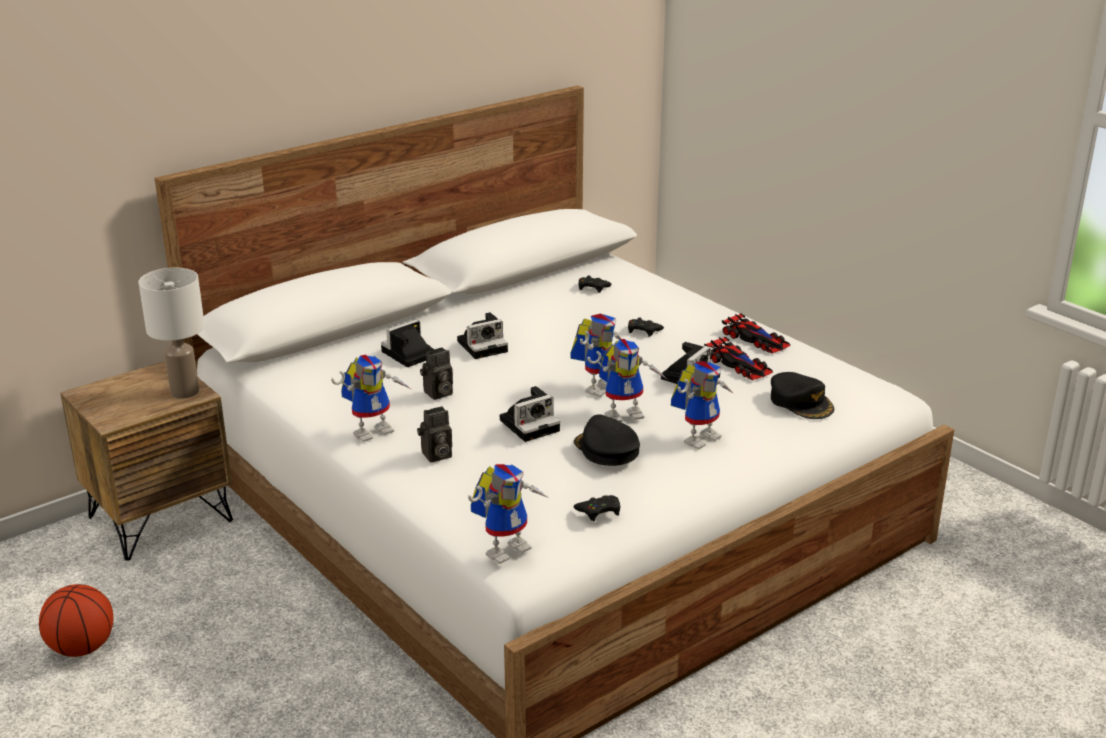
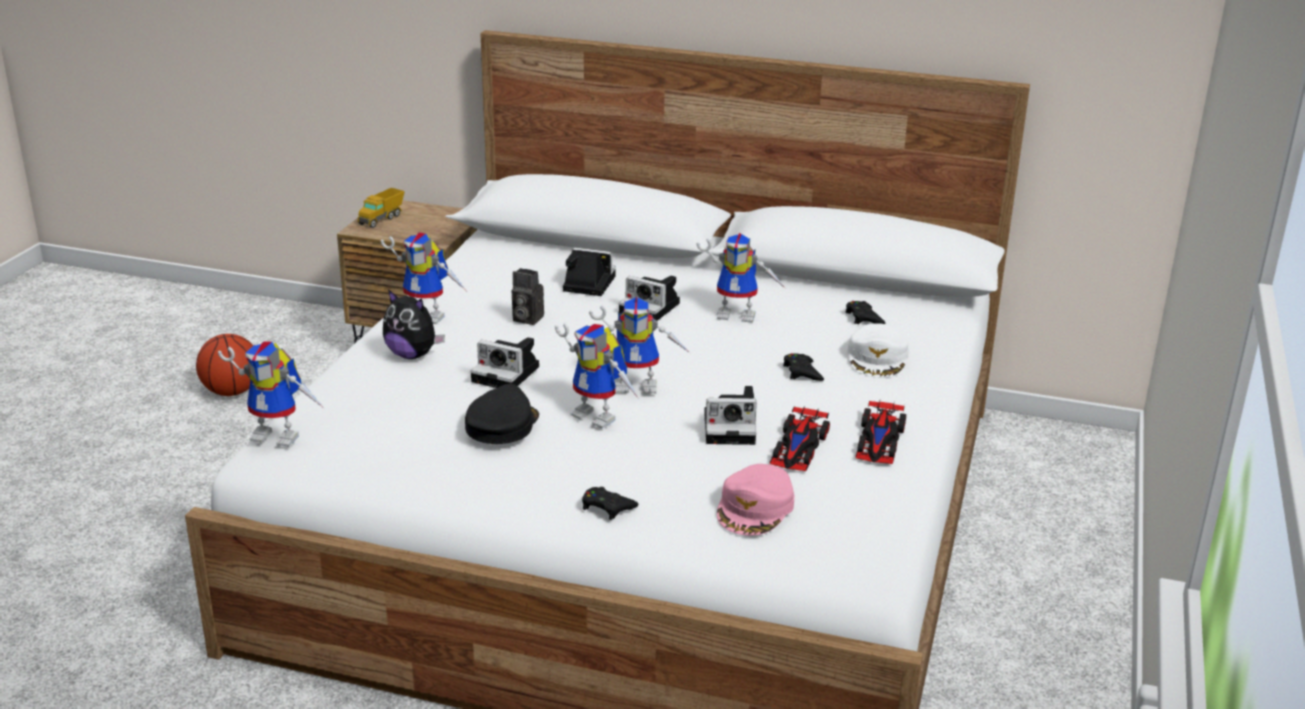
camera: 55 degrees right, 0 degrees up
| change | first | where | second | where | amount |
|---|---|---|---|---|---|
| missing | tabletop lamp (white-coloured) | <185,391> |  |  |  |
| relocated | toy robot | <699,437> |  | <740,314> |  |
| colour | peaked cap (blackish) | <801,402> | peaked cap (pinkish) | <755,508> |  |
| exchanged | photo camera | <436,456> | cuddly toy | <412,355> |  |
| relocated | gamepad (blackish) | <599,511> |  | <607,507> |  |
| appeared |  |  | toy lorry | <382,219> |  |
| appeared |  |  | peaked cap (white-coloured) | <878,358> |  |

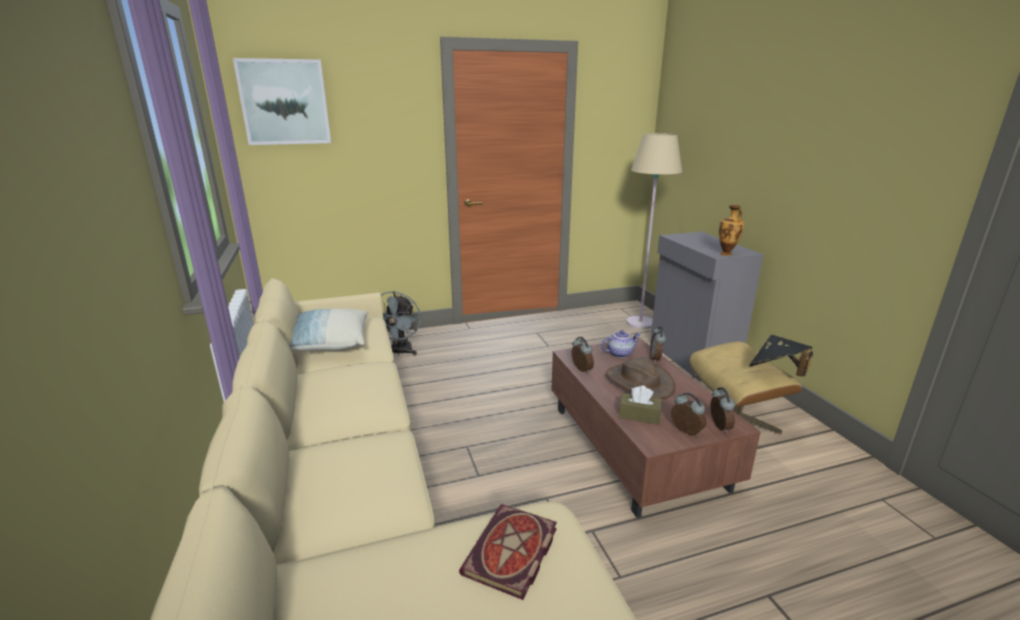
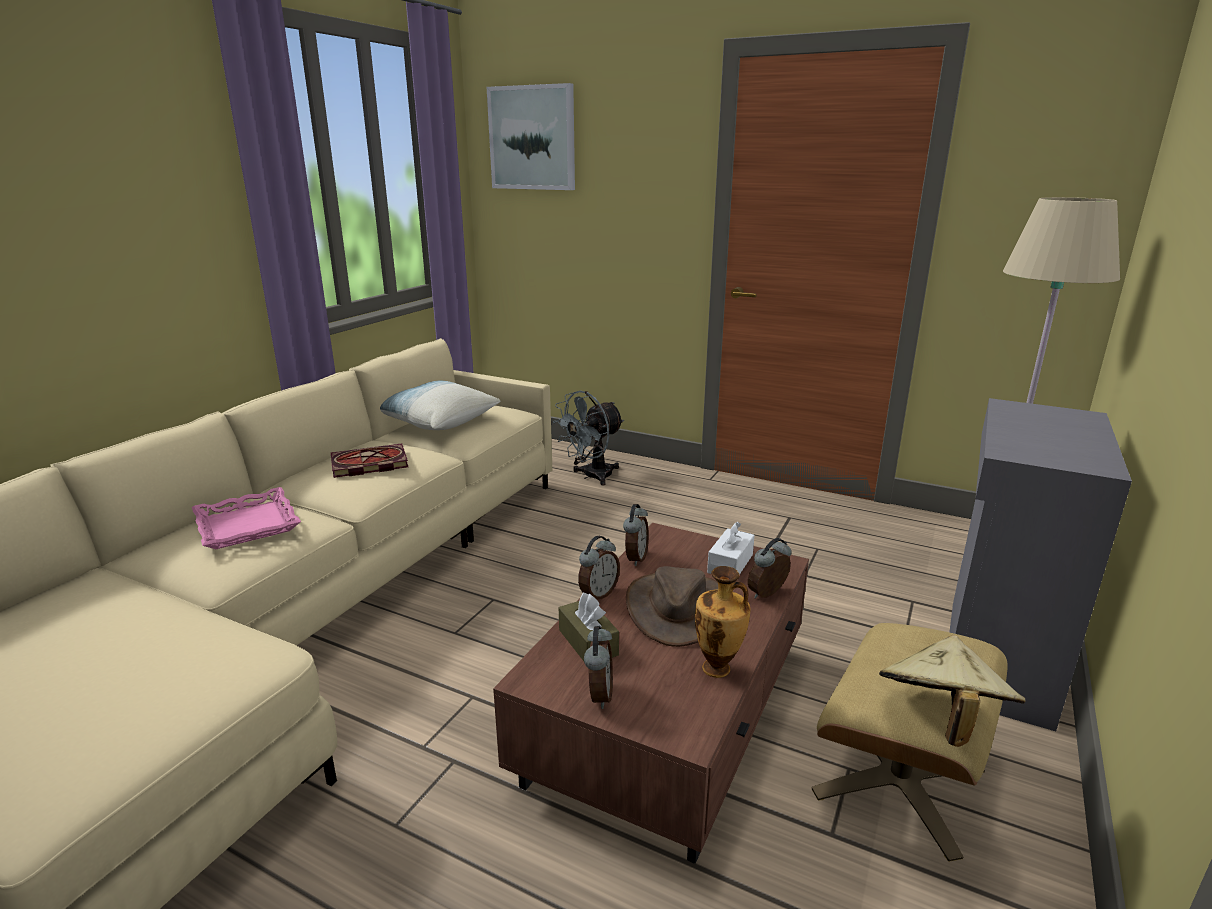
camera: 45 degrees right, 0 degrees up
| change | first | where | second | where | amount |
|---|---|---|---|---|---|
| relocated | flower vase | <726,254> |  | <718,669> |  |
| exchanged | teapot | <619,353> | tissue box (white-coloured) | <730,564> |  |
| colour | hat (blackish) | <776,373> | hat (sand-coloured) | <941,720> |  |
| relocated | bedside clock | <718,427> |  | <598,594> |  |
| relocated | volume | <511,554> |  | <367,464> |  |
| appeared |  |  | tray (pinkish) | <248,525> |  |

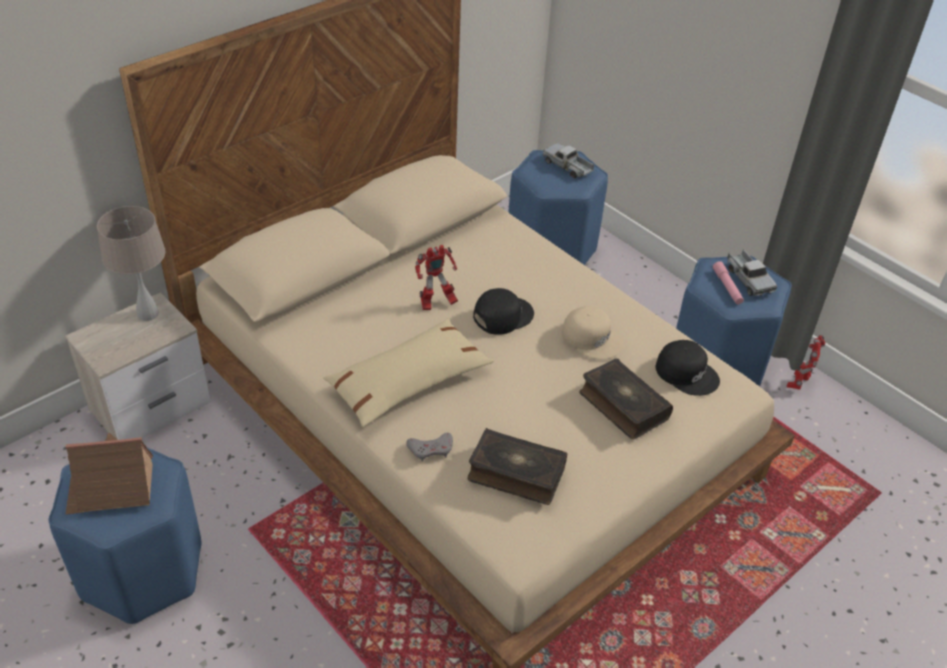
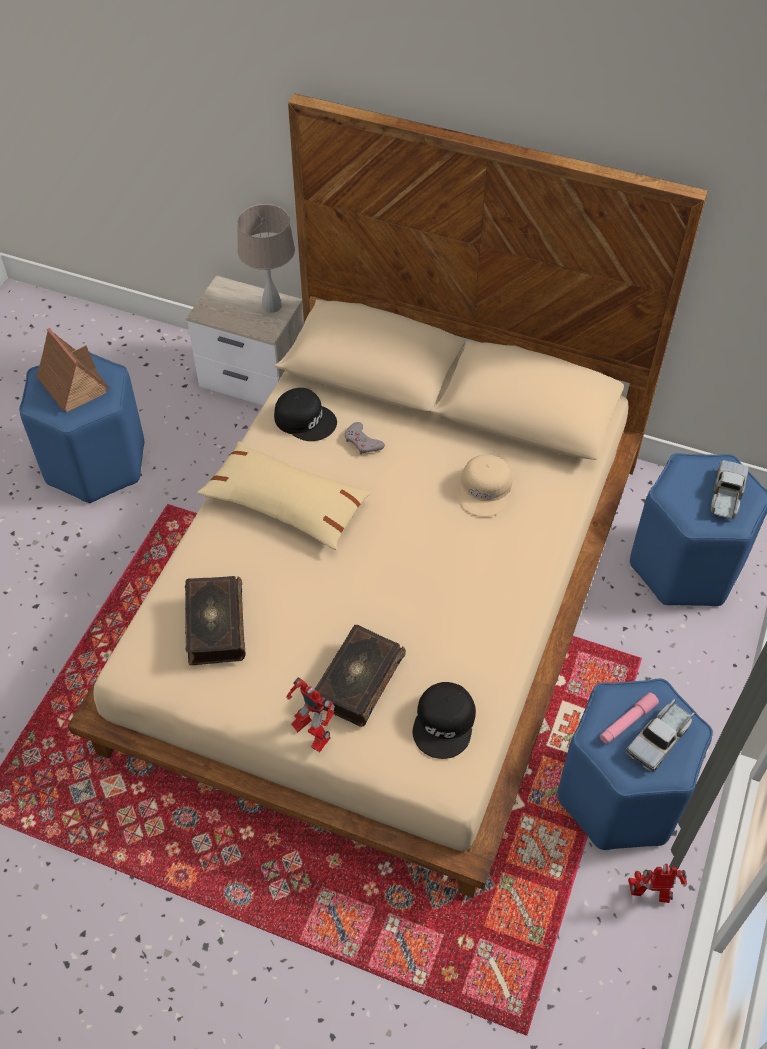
camera: 65 degrees right, 10 degrees up
| change | first | where | second | where | amount |
|---|---|---|---|---|---|
| relocated | toy robot | <436,303> |  | <311,733> |  |
| relocated | peaked cap (blackish) | <502,315> |  | <305,419> |  |
| relocated | peaked cap (sand-coloured) | <592,338> |  | <485,490> |  |
| relocated | gamepad (grey) | <431,449> |  | <363,442> |  |

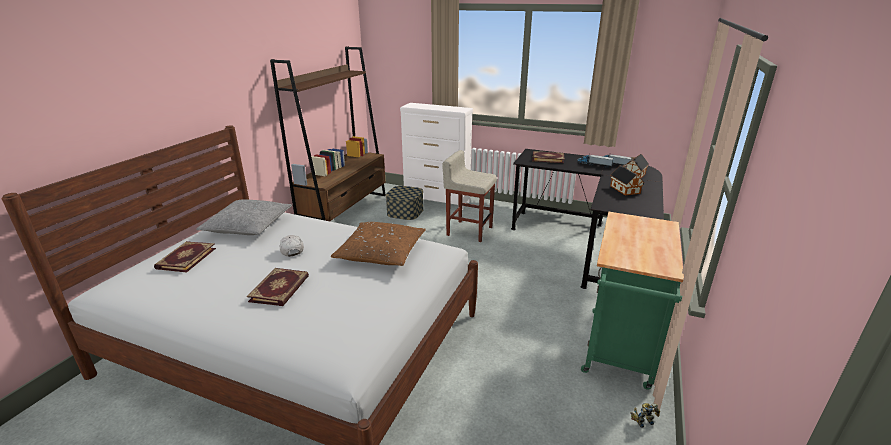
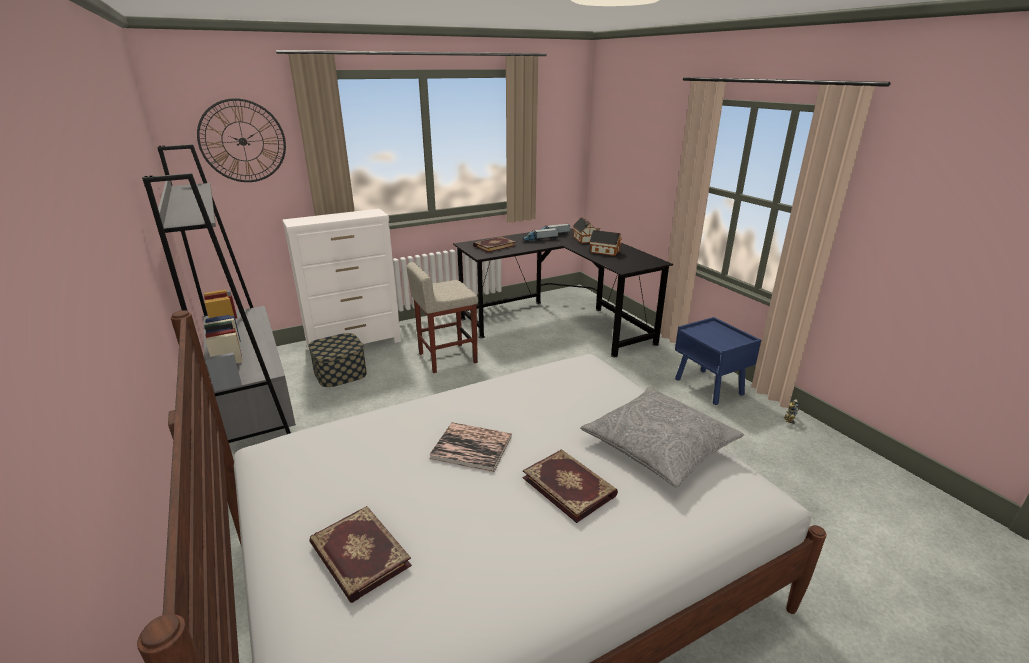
camera: 50 degrees left, 0 degrees up
| change | first | where | second | where | amount |
|---|---|---|---|---|---|
| colour | shelving unit (brown-coloured) | <345,212> | shelving unit (grey) | <256,410> |  |
| relocated | pillow (grey) | <248,226> |  | <659,445> |  |
| exchanged | cart (green) | <619,352> | bedside table (blue) | <709,387> |  |
| missing | pillow (brown-coloured) | <381,252> |  |  |  |
| exchanged | peaked cap (white-coloured) | <291,250> | volume | <471,447> |  |
| appeared |  |  | clock on the wall | <242,141> |  |

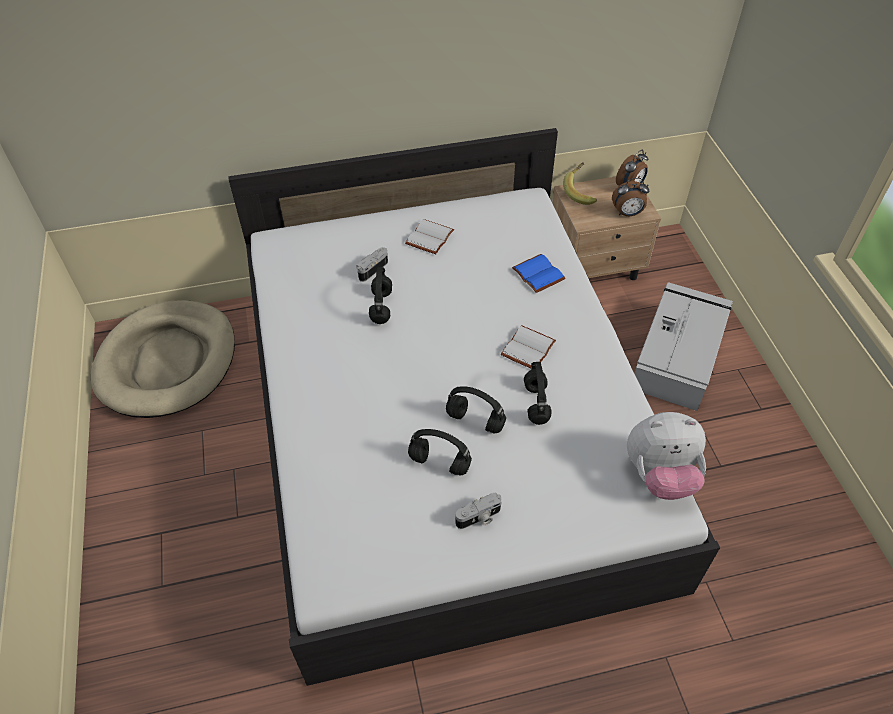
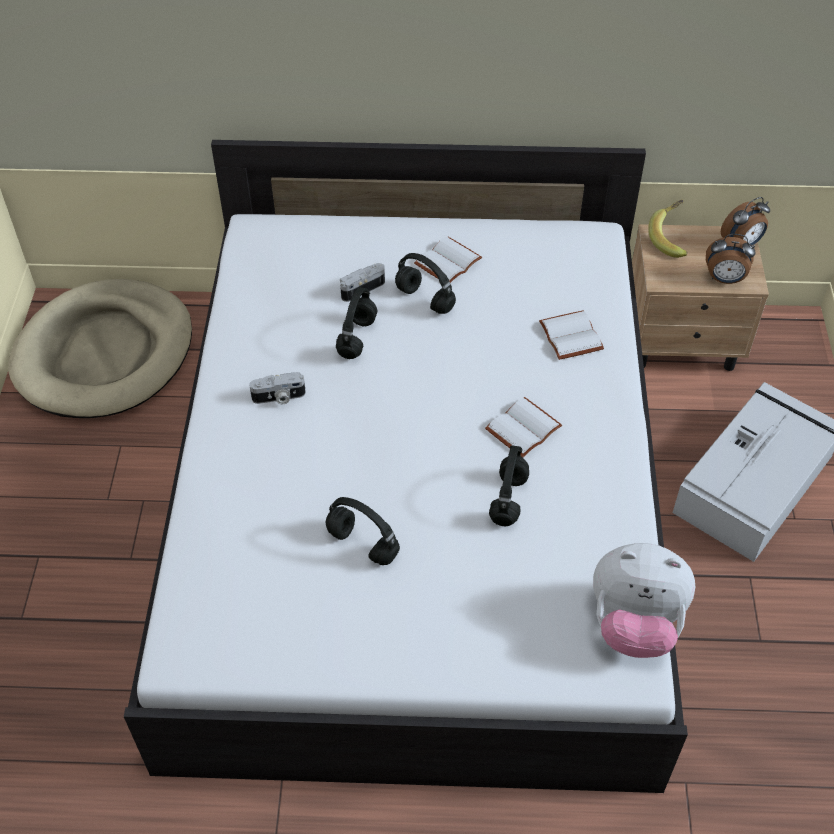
camera: 15 degrees right, 0 degrees up
| change | first | where | second | where | amount |
|---|---|---|---|---|---|
| colour | volume (blue) | <536,274> | volume (white-coloured) | <568,336> |  |
| relocated | headphones (blackish) | <476,421> |  | <426,300> |  |
| relocated | photo camera | <479,518> |  | <279,398> |  |

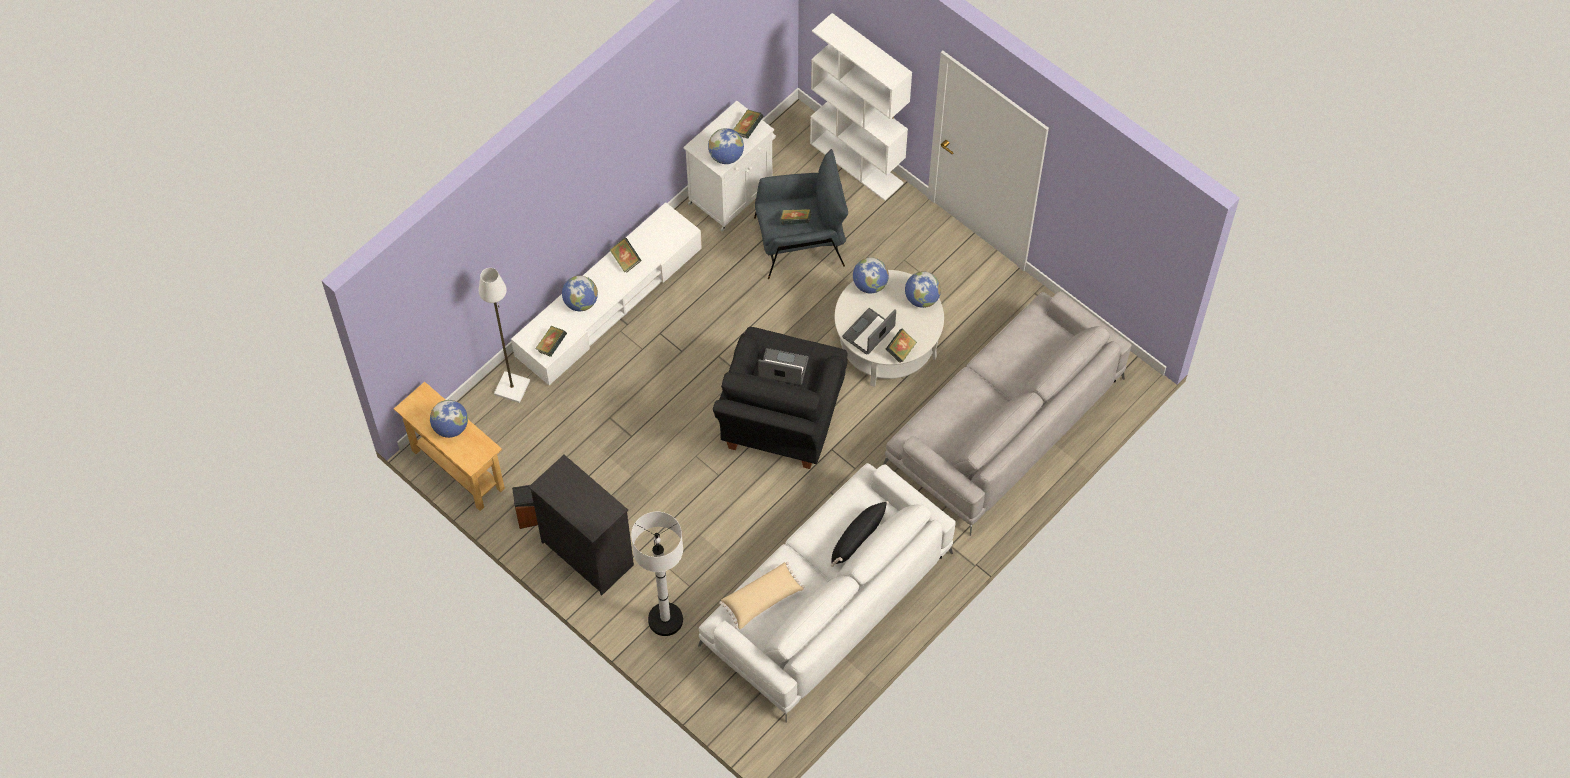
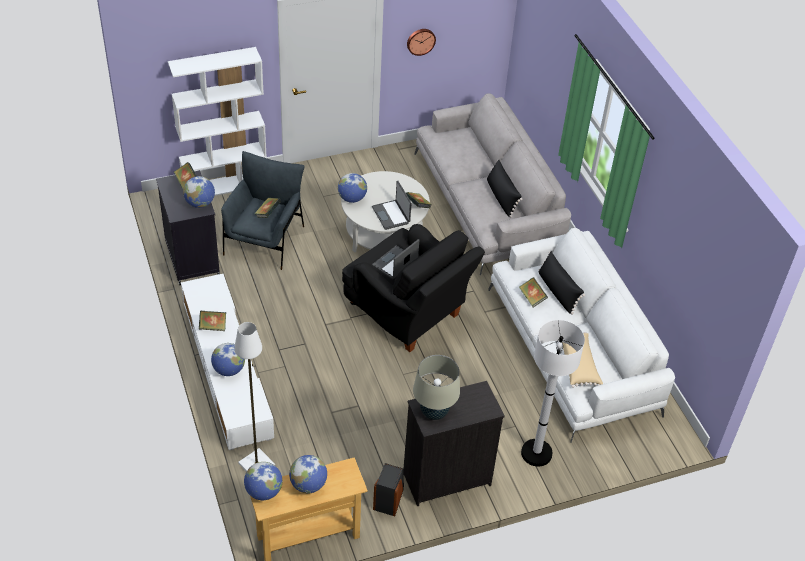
camera: 65 degrees left, 15 degrees down
| change | first | where | second | where | amount |
|---|---|---|---|---|---|
| colour | storage cabinet (white-coloured) | <732,194> | storage cabinet (blackish) | <192,258> |  |
| relocated | world globe | <922,298> |  | <264,491> |  |
| relocated | volume | <552,346> |  | <532,298> |  |
| appeared |  |  | clock on the wall | <420,41> |  |
| appeared |  |  | pillow (blackish) | <501,197> |  |
| appeared |  |  | tabletop lamp (sand-coloured) | <434,412> |  |

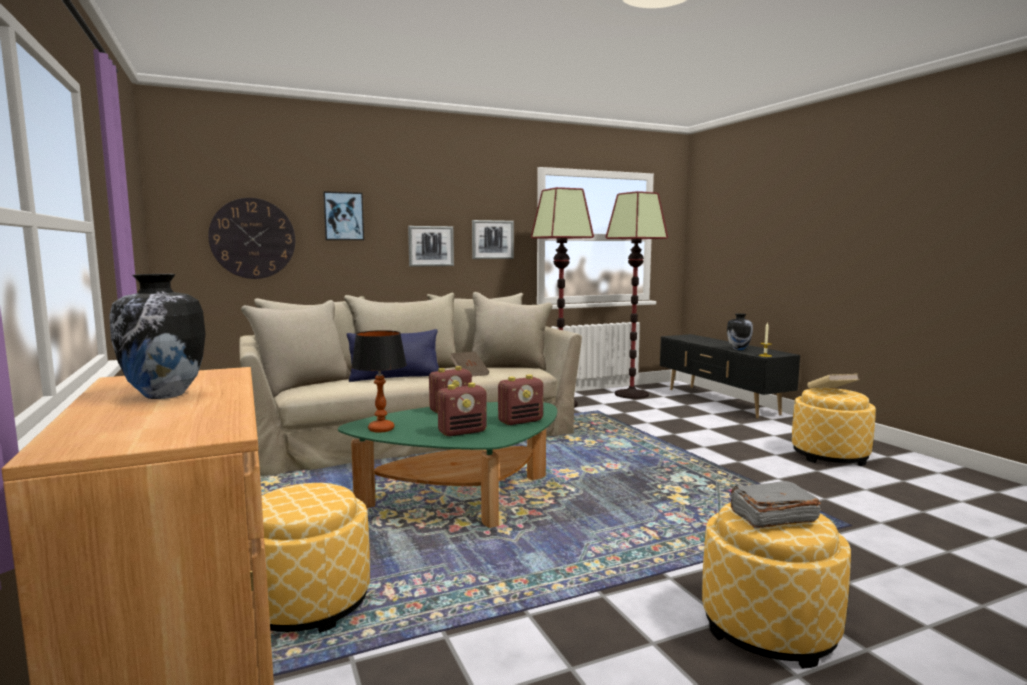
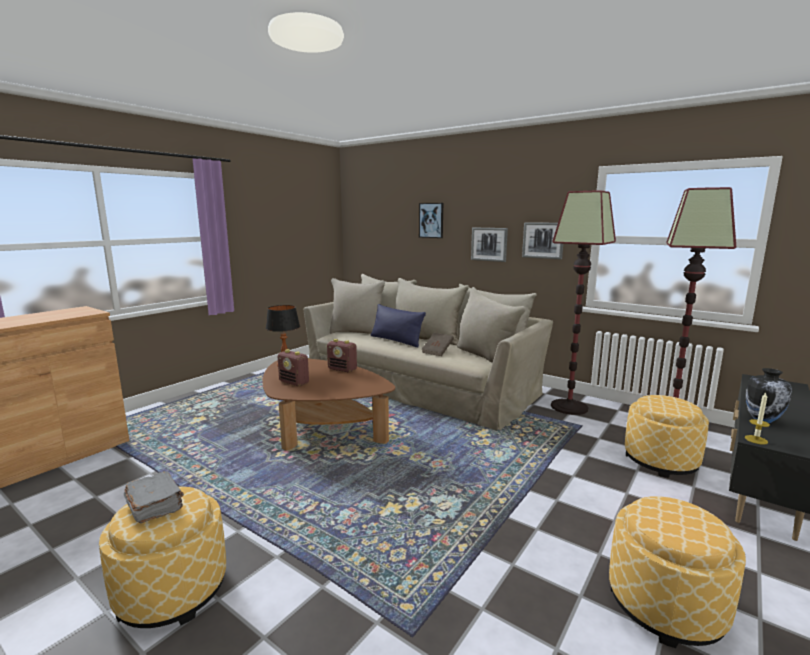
camera: 60 degrees right, 5 degrees up
| change | first | where | second | where | amount |
|---|---|---|---|---|---|
| missing | clock on the wall | <253,238> |  |  |  |
| missing | flower vase | <165,395> |  |  |  |
| missing | volume (sand-coloured) | <831,391> |  |  |  |
| missing | radio receiver | <521,421> |  |  |  |
| colour | low table (green) | <462,499> | low table (brown-coloured) | <322,429> |  |
| relocated | pouffe | <308,603> |  | <660,461> |  |

